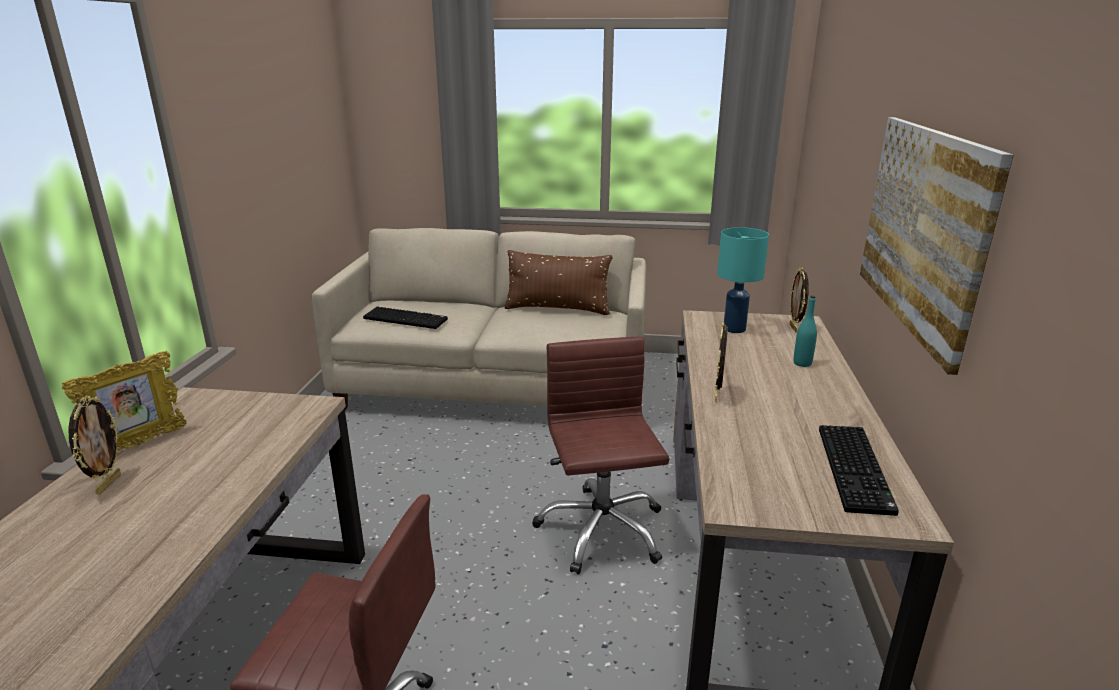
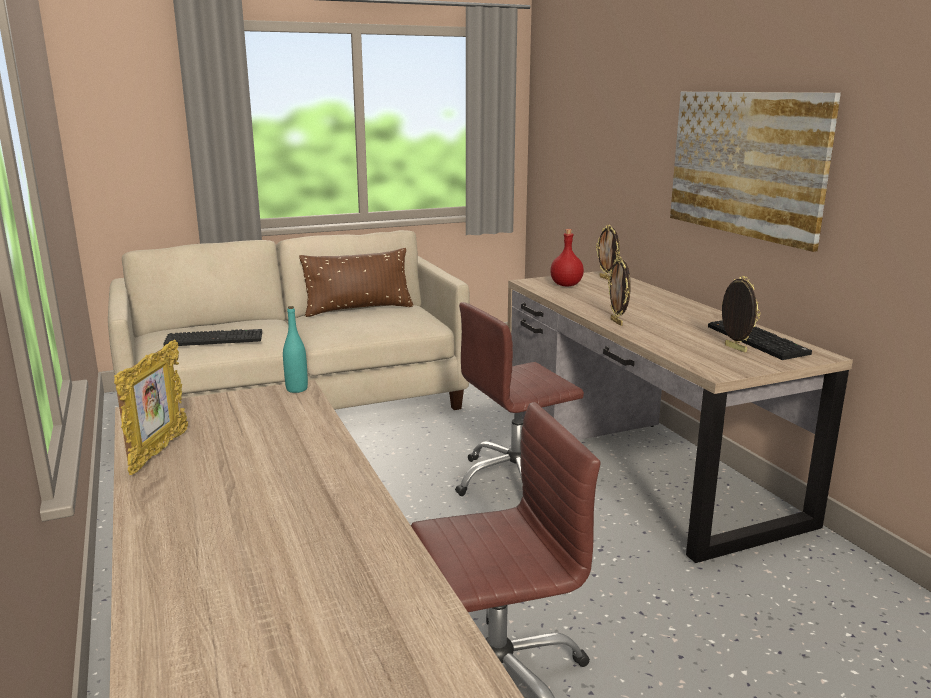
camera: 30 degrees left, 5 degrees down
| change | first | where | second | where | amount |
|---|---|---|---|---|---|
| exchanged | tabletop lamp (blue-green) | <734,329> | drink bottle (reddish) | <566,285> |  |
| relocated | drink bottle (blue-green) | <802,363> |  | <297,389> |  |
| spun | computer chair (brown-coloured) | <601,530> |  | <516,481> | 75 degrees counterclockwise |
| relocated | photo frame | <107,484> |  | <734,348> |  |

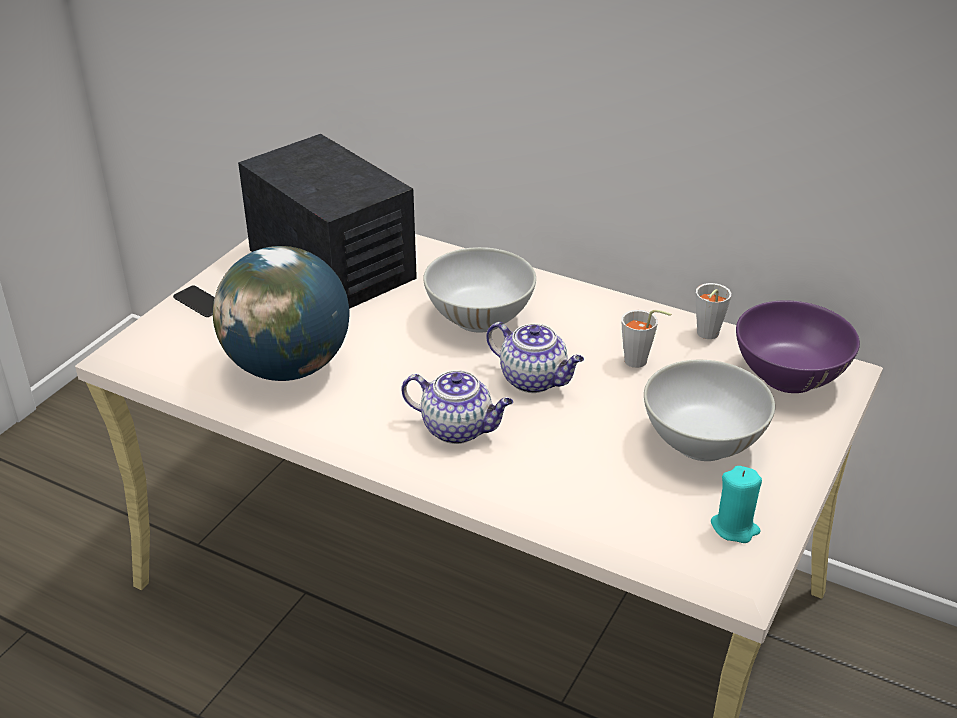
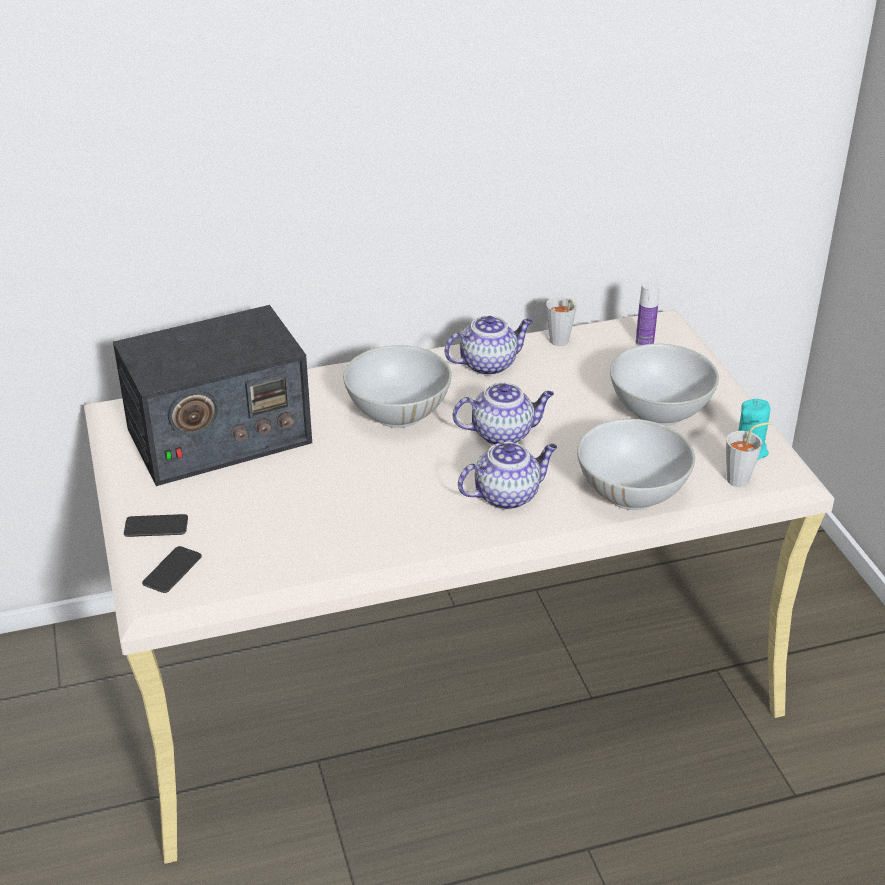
camera: 45 degrees left, 0 degrees up
| change | first | where | second | where | amount |
|---|---|---|---|---|---|
| spun | radio receiver | <332,264> |  | <218,436> | 150 degrees clockwise |
| missing | world globe | <288,366> |  |  |  |
| exchanged | serving bowl (purplish) | <788,376> | drink bottle | <644,342> |  |
| relocated | cup (grey) | <640,362> |  | <743,479> |  |
| appeared |  |  | teapot | <489,364> |  |
| appeared |  |  | serving bowl (white-coloured) | <632,493> |  |
| appeared |  |  | phone | <172,570> |  |

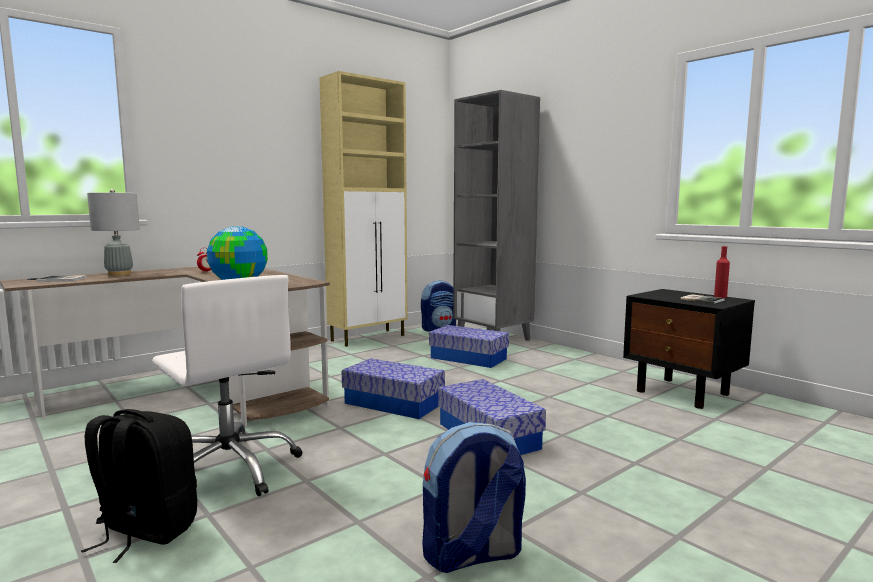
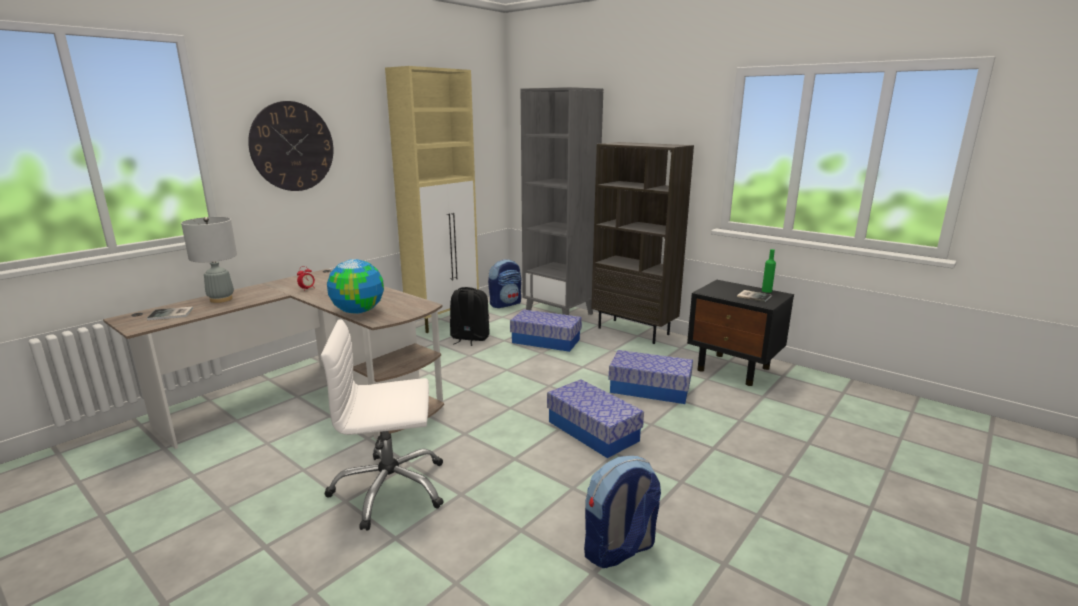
camera: 10 degrees left, 10 degrees up
| change | first | where | second | where | amount |
|---|---|---|---|---|---|
| colour | drink bottle (reddish) | <720,297> | drink bottle (green) | <766,291> |  |
| spun | computer chair (white-coloured) | <230,469> |  | <390,489> | 135 degrees clockwise |
| relocated | storage box | <393,403> |  | <649,389> |  |
| relocated | backpack (blackish) | <145,531> |  | <469,338> |  |
| appeared |  |  | clock on the wall | <292,146> |  |
| appeared |  |  | shelving unit (brown-coloured) | <634,331> |  |

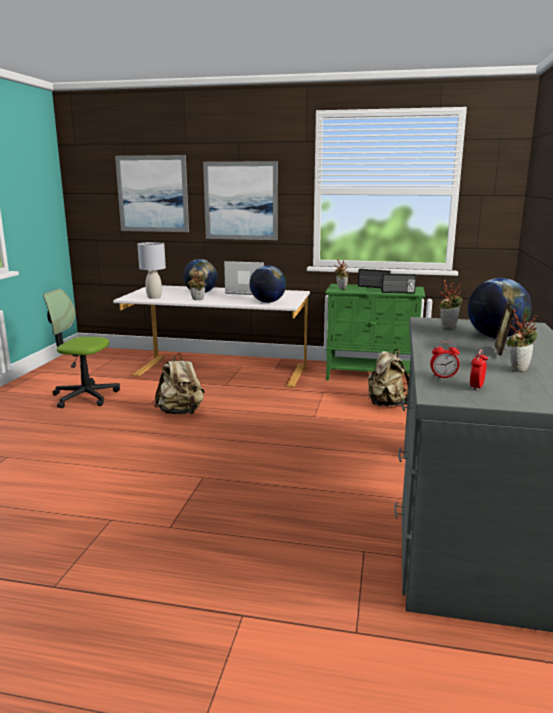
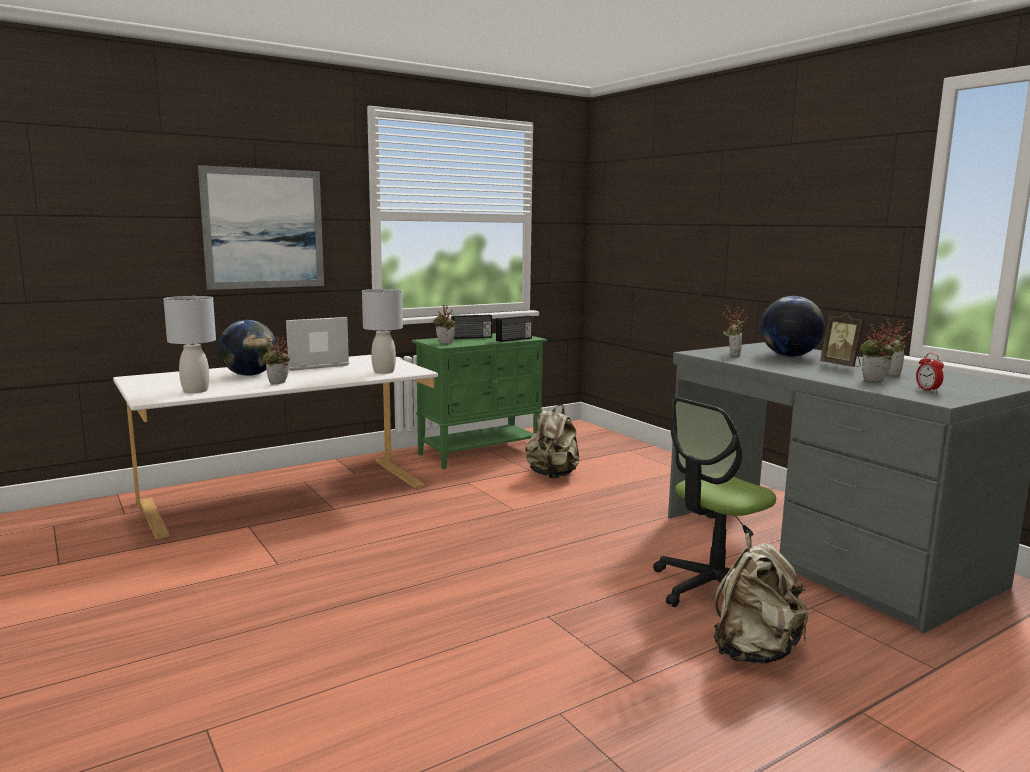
camera: 45 degrees left, 5 degrees down
| change | first | where | second | where | amount |
|---|---|---|---|---|---|
| missing | wall art | <152,194> |  |  |  |
| exchanged | world globe | <267,302> | tabletop lamp (grey) | <383,371> |  |
| relocated | computer chair | <85,396> |  | <713,589> |  |
| missing | bedside clock | <443,377> |  |  |  |
| relocated | backpack (sand-coloured) | <181,412> |  | <754,652> |  |
| appeared |  |  | houseplant | <874,381> |  |

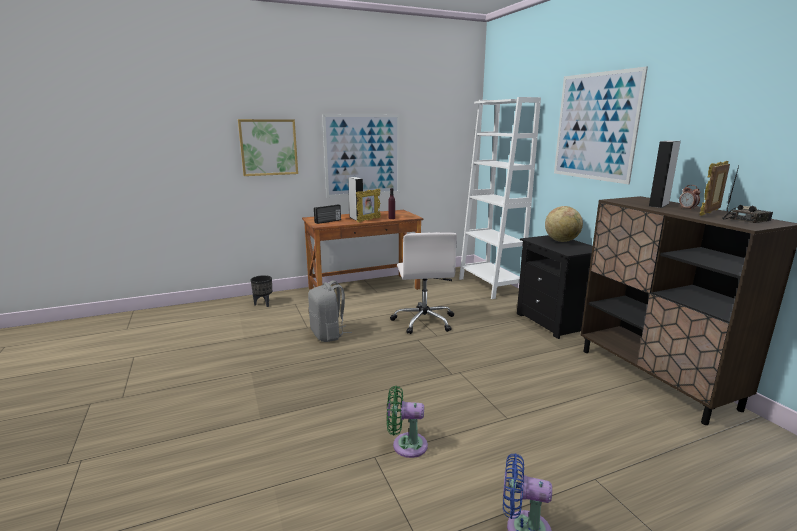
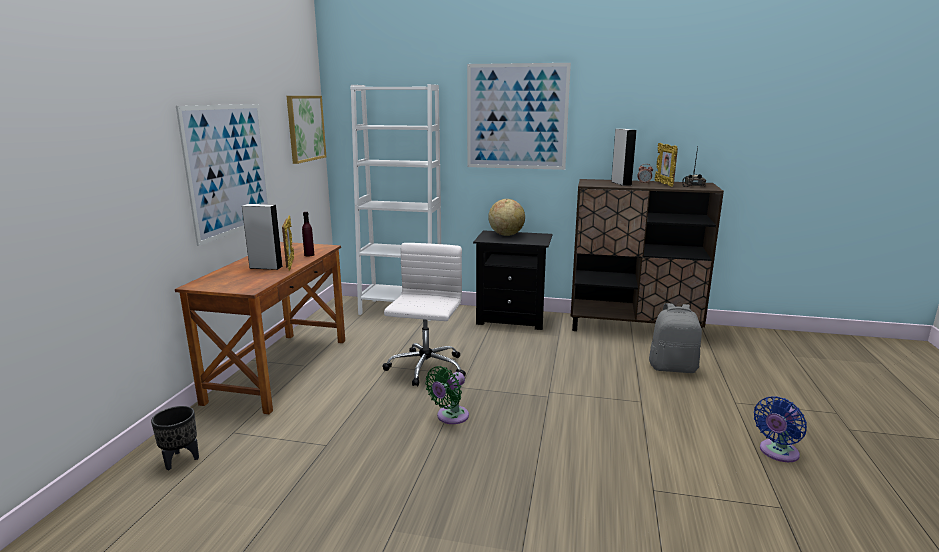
camera: 55 degrees left, 0 degrees up
| change | first | where | second | where | amount |
|---|---|---|---|---|---|
| relocated | wall art | <268,147> |  | <305,128> |  |
| missing | radio receiver | <328,221> |  |  |  |
| spun | computer chair (white-coloured) | <424,321> |  | <425,368> | 105 degrees counterclockwise |
| relocated | backpack (grey) | <328,335> |  | <673,367> |  |
| relocated | electric fan (green) | <406,445> |  | <450,417> |  |

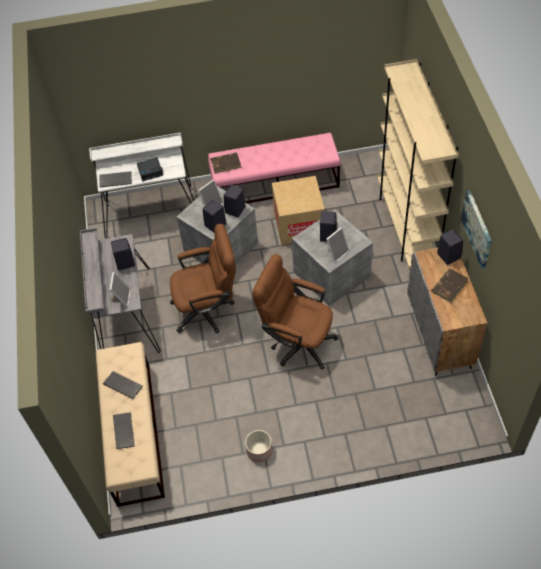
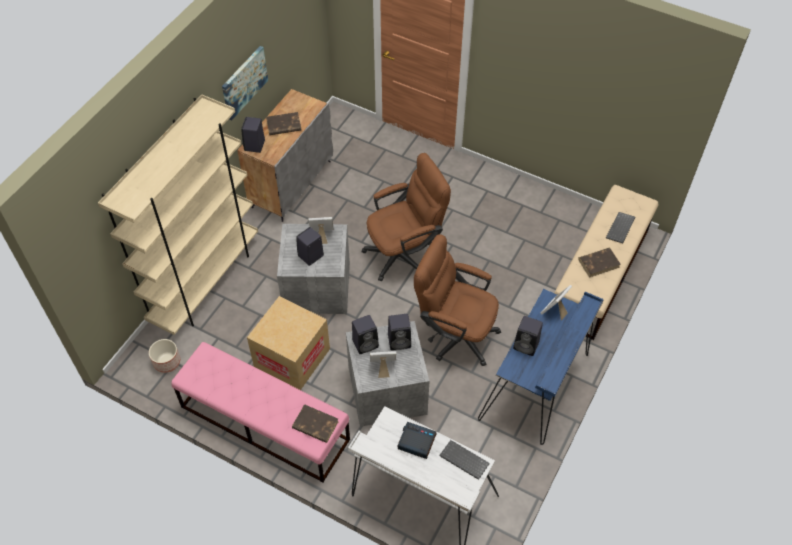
camera: 145 degrees left, 0 degrees up
| change | first | where | second | where | amount |
|---|---|---|---|---|---|
| colour | desk table (grey) | <125,314> | desk table (blue) | <537,386> |  |
| spun | computer chair (brown-coloured) | <297,341> |  | <405,253> | 90 degrees counterclockwise |
| exchanged | keyboard | <122,386> | volume (brown-coloured) | <599,263> |  |
| relocated | flower pot | <259,450> |  | <166,361> |  |

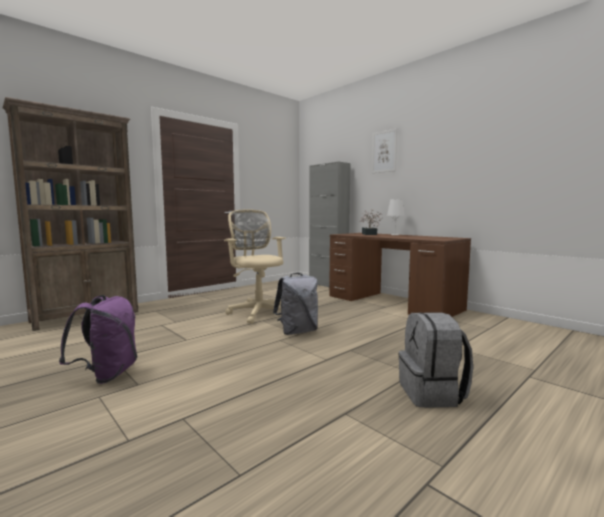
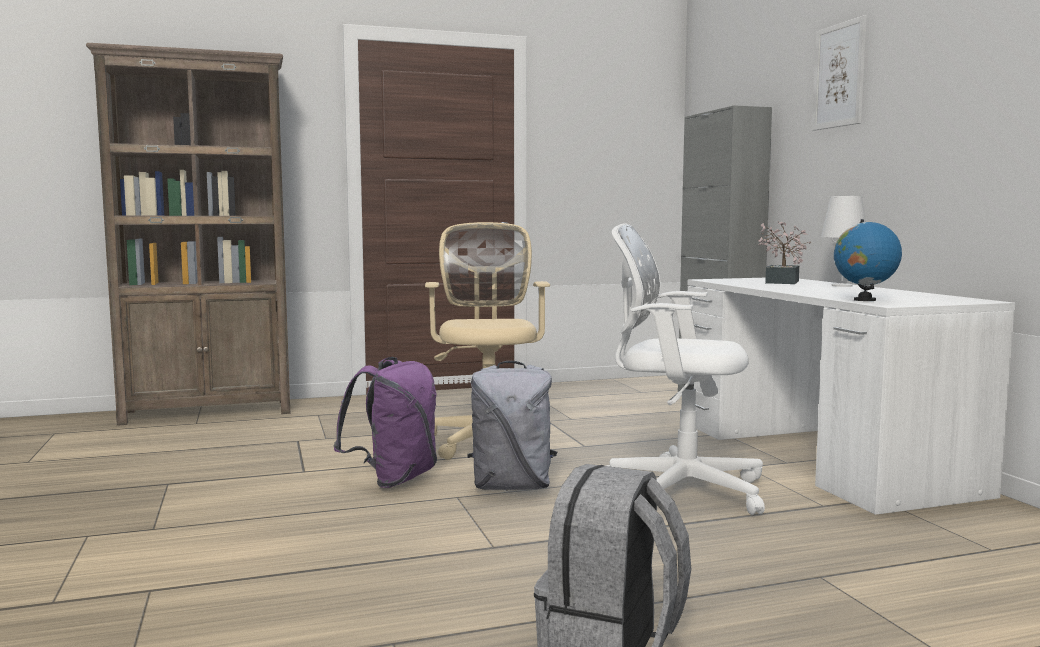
camera: 25 degrees right, 0 degrees up
| change | first | where | second | where | amount |
|---|---|---|---|---|---|
| colour | desk table (brown-coloured) | <392,302> | desk table (white-coloured) | <817,455> |  |
| relocated | backpack (purplish) | <107,375> |  | <394,479> |  |
| appeared |  |  | world globe | <864,300> |  |
| appeared |  |  | computer chair (white-coloured) | <677,488> |  |

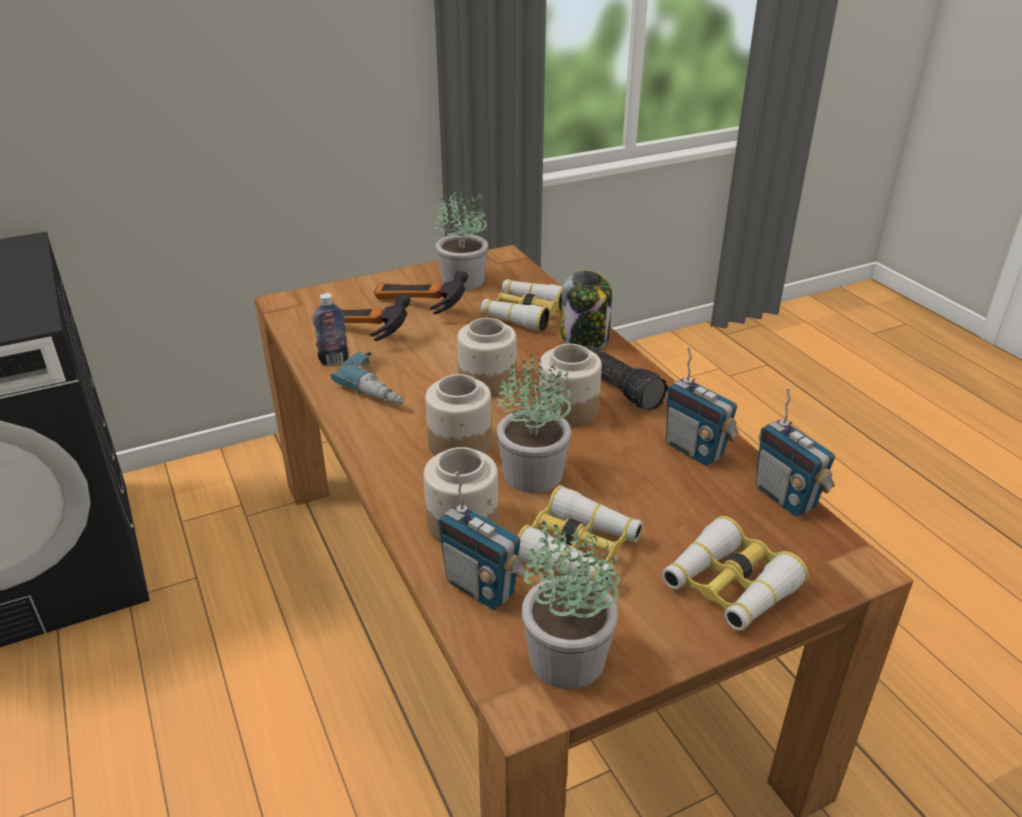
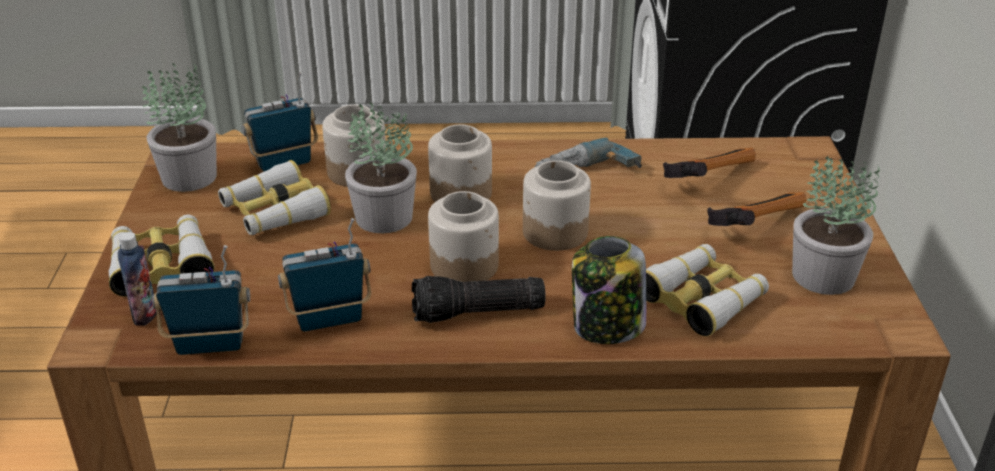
camera: 115 degrees right, 0 degrees up
| change | first | where | second | where | amount |
|---|---|---|---|---|---|
| relocated | drink bottle | <334,360> |  | <145,315> |  |

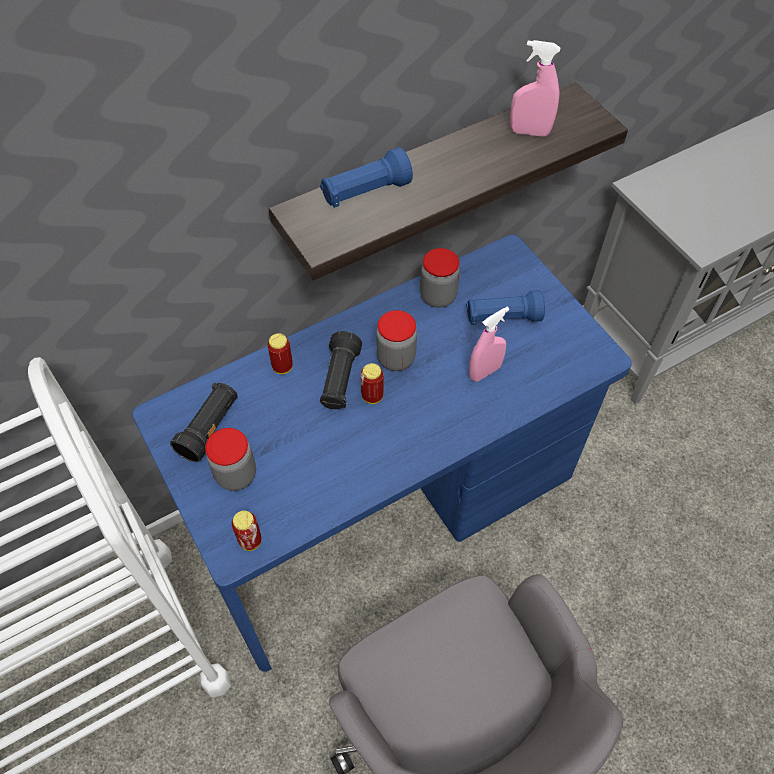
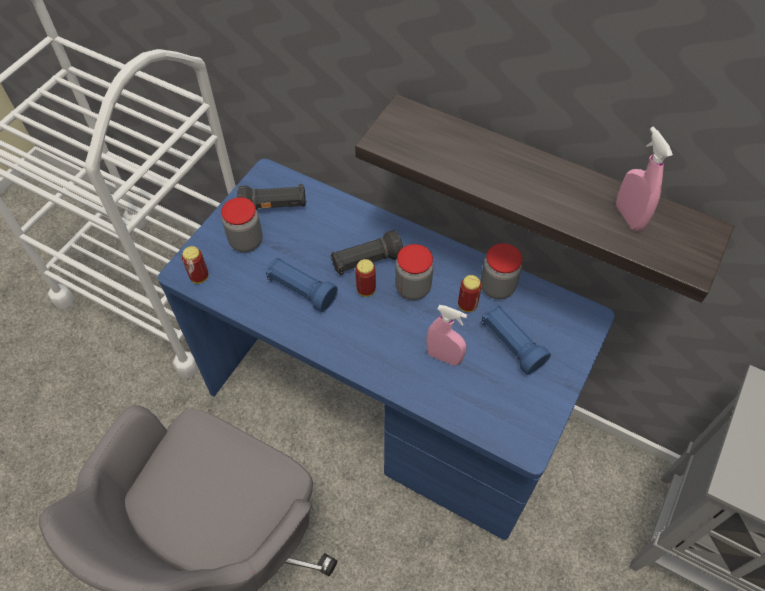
camera: 60 degrees right, 0 degrees up
| change | first | where | second | where | amount |
|---|---|---|---|---|---|
| relocated | hand torch (blue) | <365,192> |  | <301,290> |  |
| relocated | metal can | <282,367> |  | <467,305> |  |

